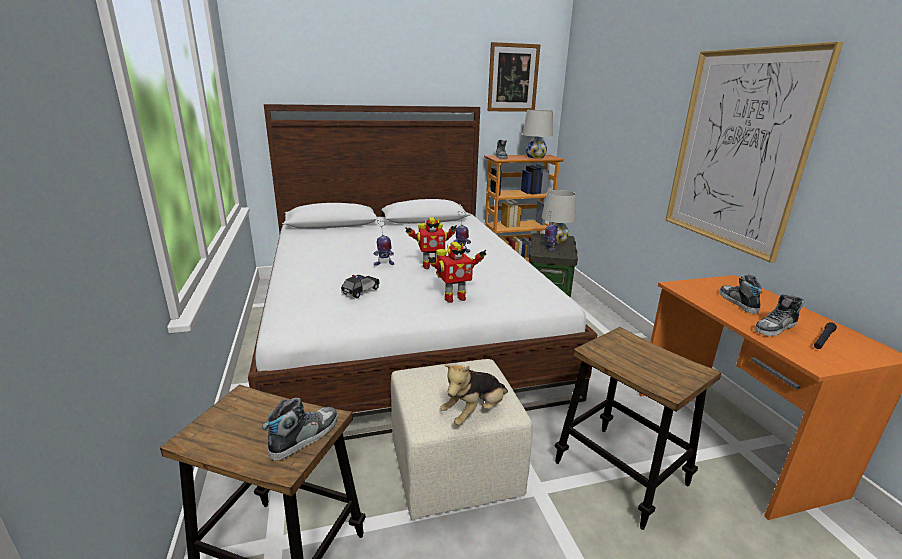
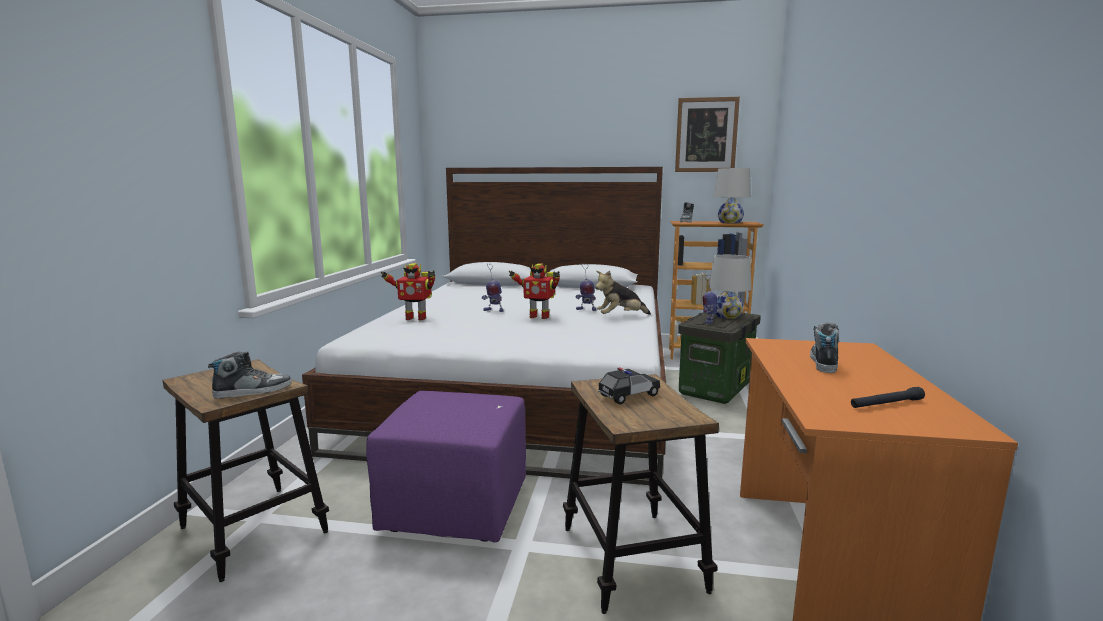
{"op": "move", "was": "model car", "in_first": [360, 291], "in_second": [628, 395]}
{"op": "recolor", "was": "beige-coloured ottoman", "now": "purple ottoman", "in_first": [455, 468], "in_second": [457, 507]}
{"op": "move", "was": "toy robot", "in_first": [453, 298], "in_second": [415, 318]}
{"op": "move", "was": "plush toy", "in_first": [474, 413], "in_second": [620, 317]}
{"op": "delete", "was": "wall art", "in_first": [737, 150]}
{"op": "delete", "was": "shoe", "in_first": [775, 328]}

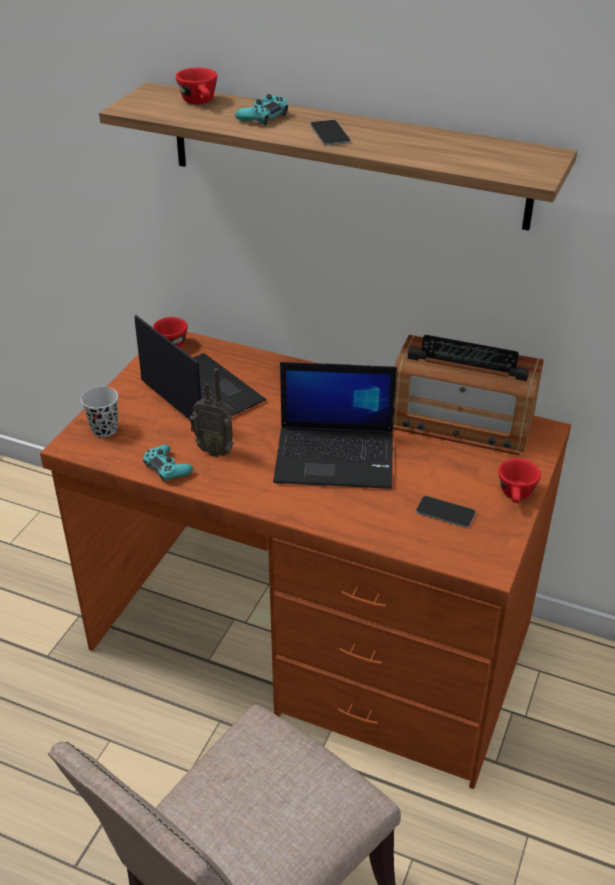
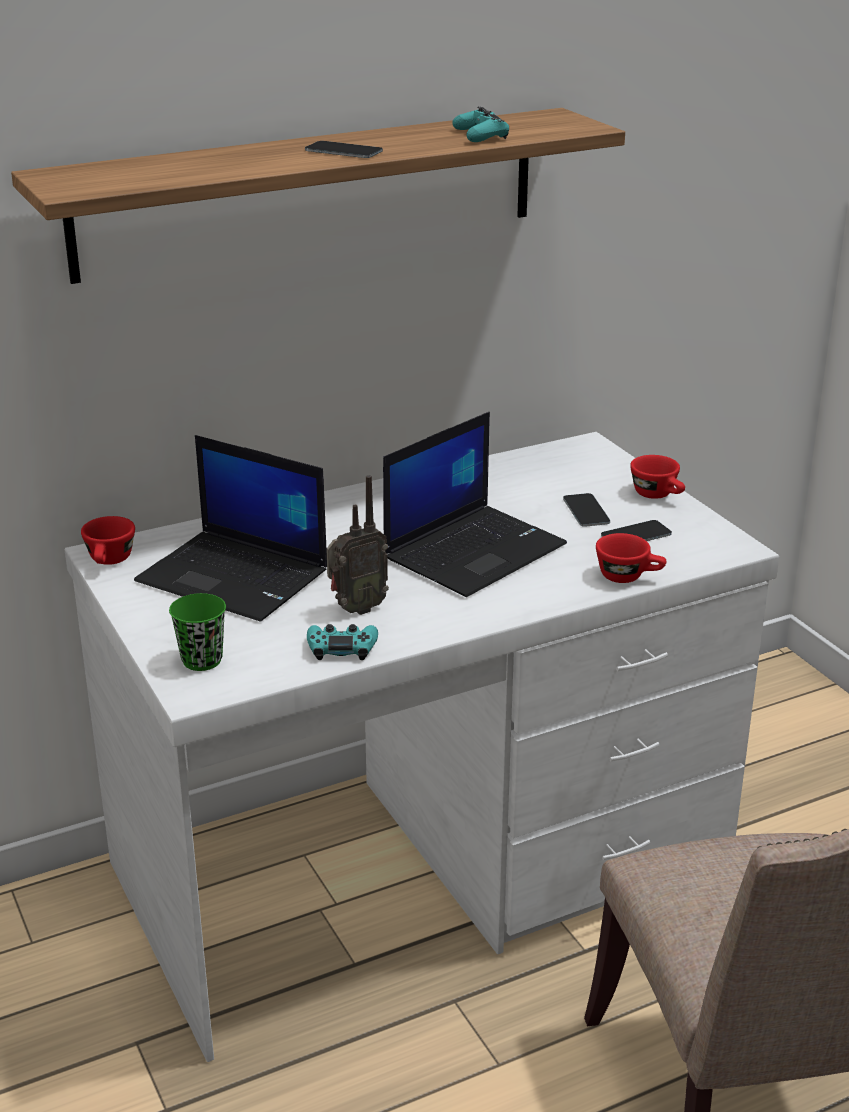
{"op": "recolor", "was": "brown-coloured desk", "now": "white-coloured desk", "in_first": [311, 639], "in_second": [423, 867]}
{"op": "recolor", "was": "black-coloured drinking cup", "now": "green drinking cup", "in_first": [104, 429], "in_second": [202, 660]}
{"op": "rotate", "was": "notebook computer", "in_first": [200, 392], "in_second": [236, 576], "clockwise": -150}
{"op": "move", "was": "red-coloured drinking cup", "in_first": [200, 102], "in_second": [629, 576]}
{"op": "move", "was": "turquoise game controller", "in_first": [263, 117], "in_second": [480, 135]}
{"op": "delete", "was": "radio", "in_first": [461, 423]}
{"op": "insert", "now": "phone", "in_second": [586, 511]}

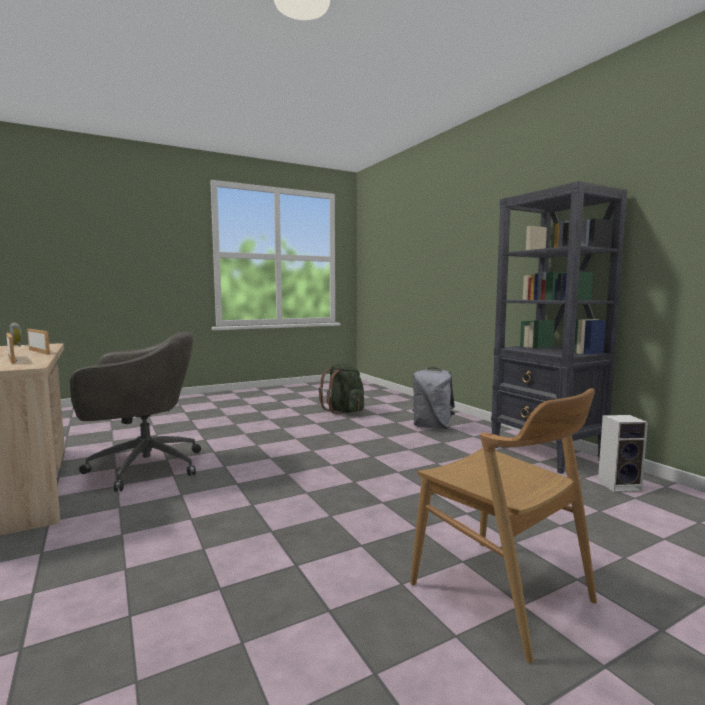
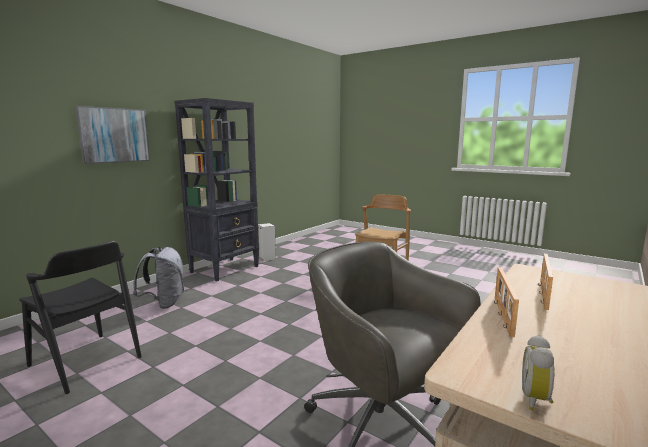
{"op": "replace", "was": "green backpack", "now": "black-coloured chair", "in_first": [344, 411], "in_second": [85, 362]}
{"op": "insert", "now": "wall art", "in_second": [114, 135]}

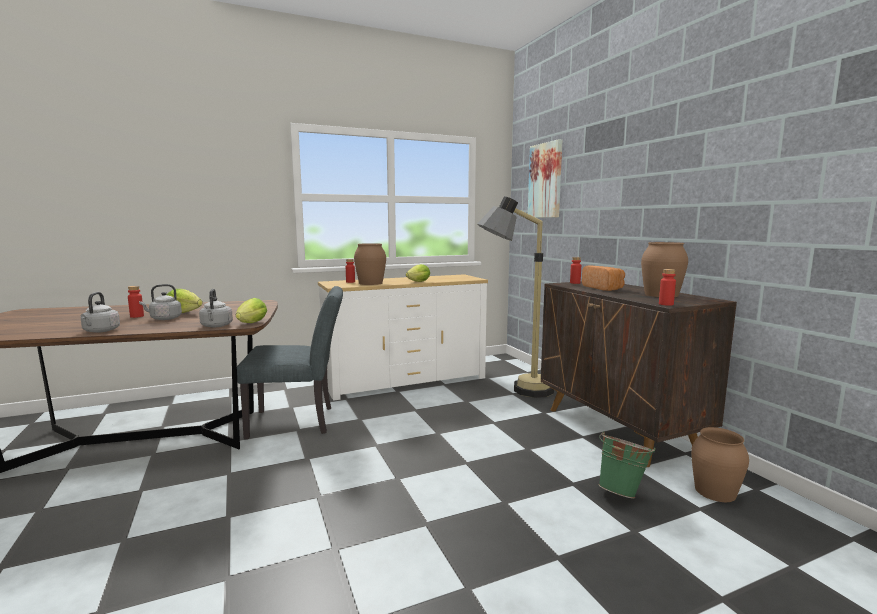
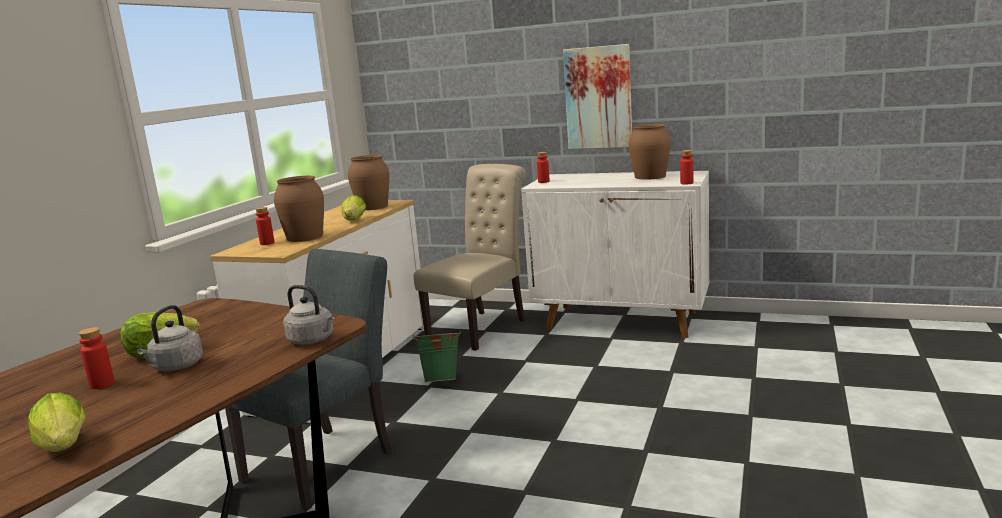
{"op": "delete", "was": "grey kettle", "in_first": [100, 331]}
{"op": "move", "was": "lettuce", "in_first": [250, 324], "in_second": [65, 449]}
{"op": "replace", "was": "standing lamp", "now": "beige-coloured chair", "in_first": [515, 391], "in_second": [482, 327]}
{"op": "move", "was": "wall art", "in_first": [545, 180], "in_second": [598, 97]}
{"op": "recolor", "was": "brown-coloured storage cabinet", "now": "white-coloured storage cabinet", "in_first": [619, 429], "in_second": [622, 321]}
{"op": "delete", "was": "baked bread", "in_first": [603, 288]}
{"op": "move", "was": "green water bucket", "in_first": [622, 492], "in_second": [442, 380]}
{"op": "move", "was": "brown-coloured vase", "in_first": [715, 492], "in_second": [373, 207]}

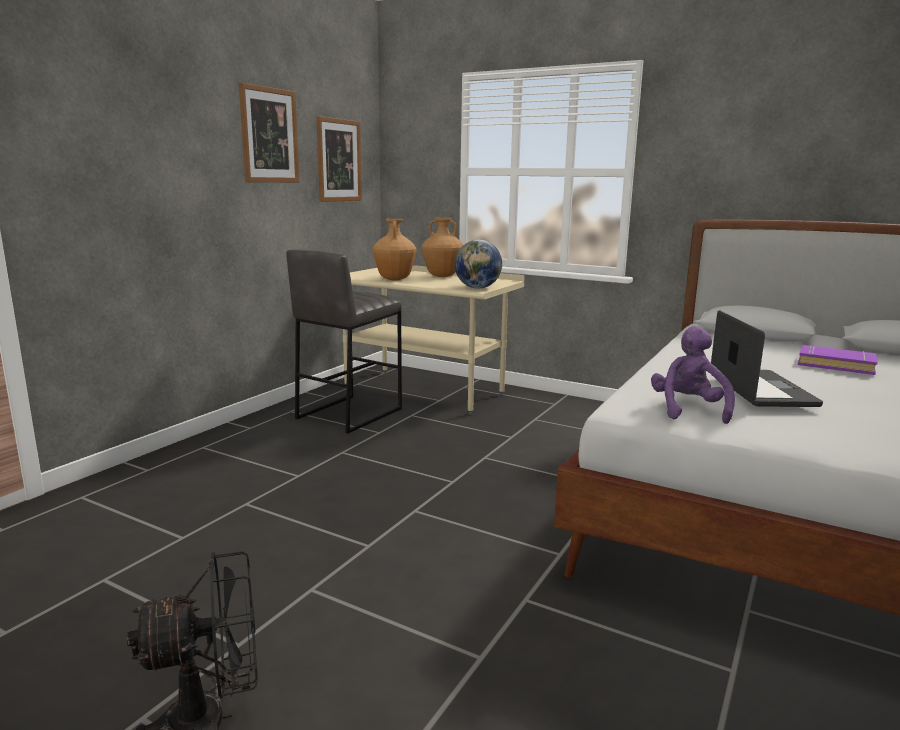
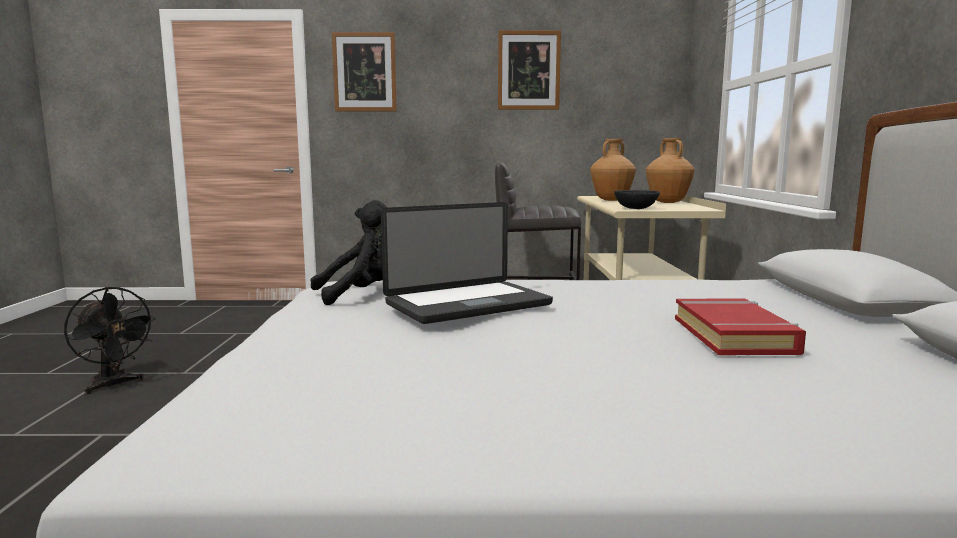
{"op": "move", "was": "wall art", "in_first": [339, 160], "in_second": [364, 72]}
{"op": "replace", "was": "desk globe", "now": "black-coloured serving bowl", "in_first": [478, 288], "in_second": [636, 208]}
{"op": "recolor", "was": "purple plush toy", "now": "black-coloured plush toy", "in_first": [688, 410], "in_second": [361, 294]}
{"op": "recolor", "was": "purple volume", "now": "red-coloured volume", "in_first": [835, 365], "in_second": [734, 335]}

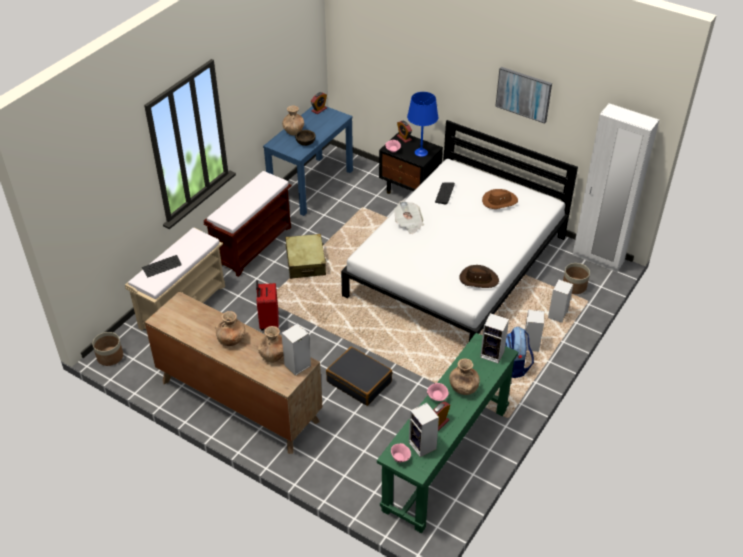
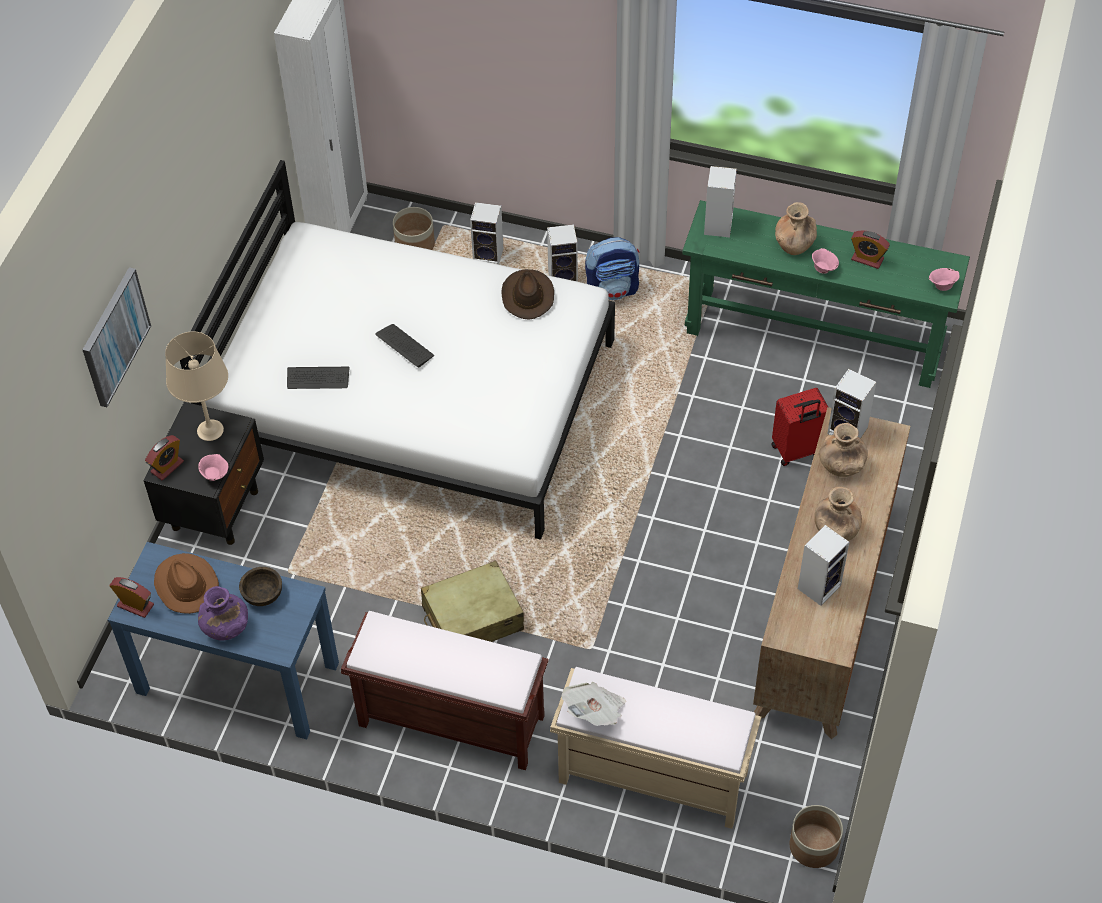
{"op": "move", "was": "computer keyboard", "in_first": [162, 267], "in_second": [405, 346]}
{"op": "move", "was": "red-coloured travel case", "in_first": [268, 322], "in_second": [797, 451]}
{"op": "recolor", "was": "brown-coloured vase", "now": "purple vase", "in_first": [293, 131], "in_second": [226, 628]}
{"op": "delete", "was": "black-coloured travel case", "in_first": [359, 381]}
{"op": "move", "was": "daily paper", "in_first": [408, 223], "in_second": [595, 711]}
{"op": "recolor", "was": "blue-coloured tabletop lamp", "now": "beige-coloured tabletop lamp", "in_first": [421, 152], "in_second": [210, 430]}
{"op": "move", "was": "loudspeaker", "in_first": [423, 446], "in_second": [819, 585]}
{"op": "move", "was": "brown-coloured hat", "in_first": [499, 201], "in_second": [185, 585]}
{"op": "move", "was": "wall art", "in_first": [523, 94], "in_second": [114, 336]}

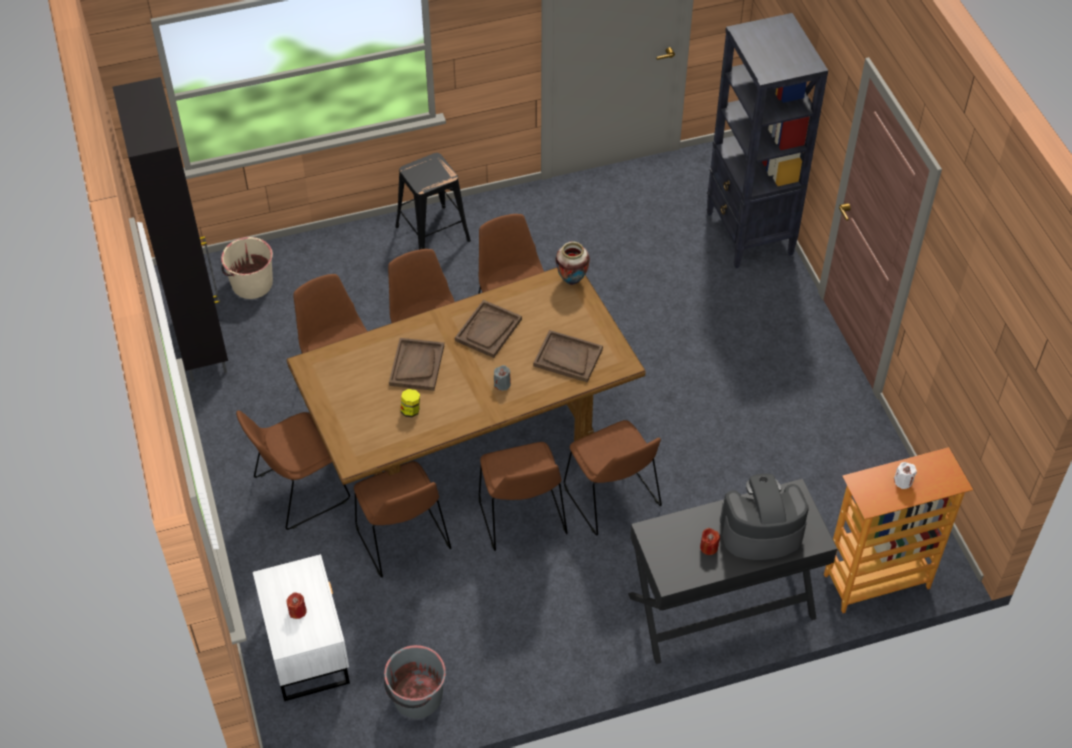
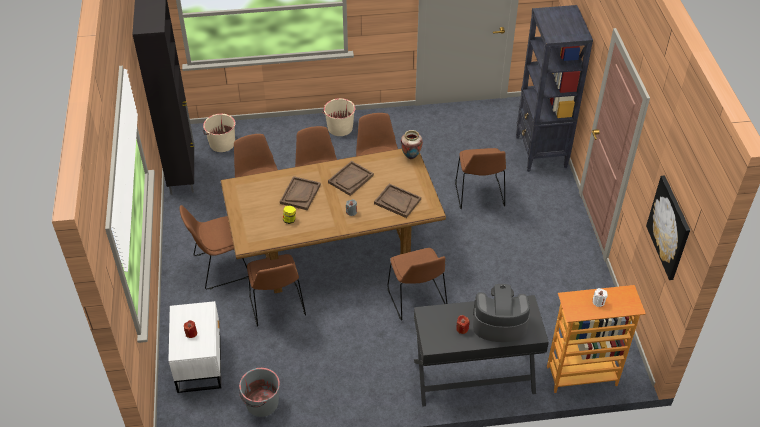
{"op": "replace", "was": "black-coloured sitting stool", "now": "beige-coloured water bucket", "in_first": [432, 233], "in_second": [340, 128]}
{"op": "move", "was": "brown-coloured chair", "in_first": [522, 518], "in_second": [479, 195]}
{"op": "insert", "now": "wall art", "in_second": [669, 227]}

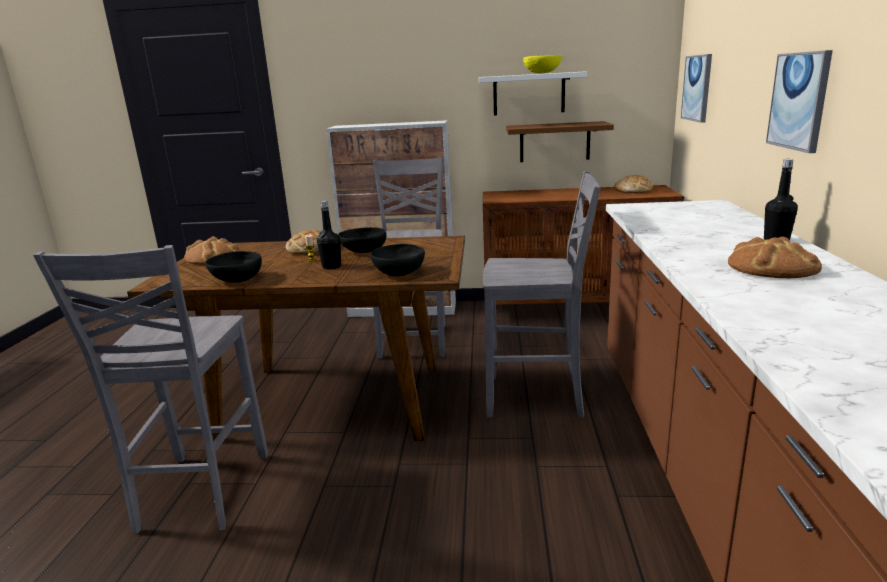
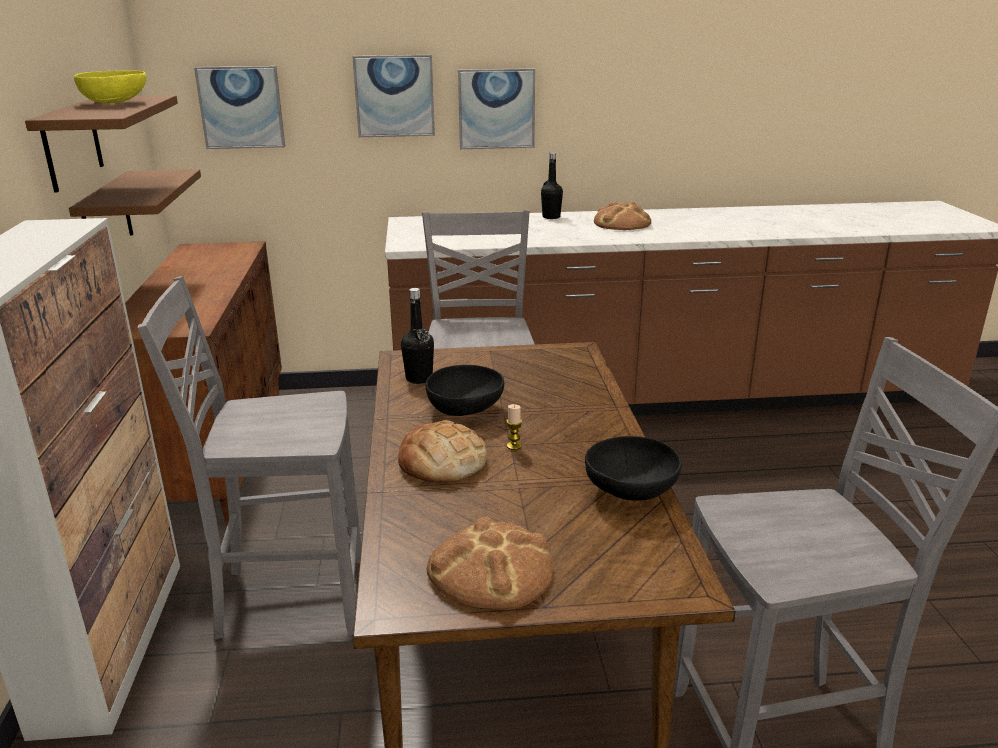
{"op": "move", "was": "black-coloured beverage bottle", "in_first": [331, 266], "in_second": [419, 378]}
{"op": "delete", "was": "black-coloured serving bowl", "in_first": [398, 273]}
{"op": "recolor", "was": "white-coloured shelf", "now": "brown-coloured shelf", "in_first": [528, 94], "in_second": [72, 143]}
{"op": "delete", "was": "baked bread", "in_first": [633, 190]}
{"op": "insert", "now": "wall art", "in_second": [394, 96]}

